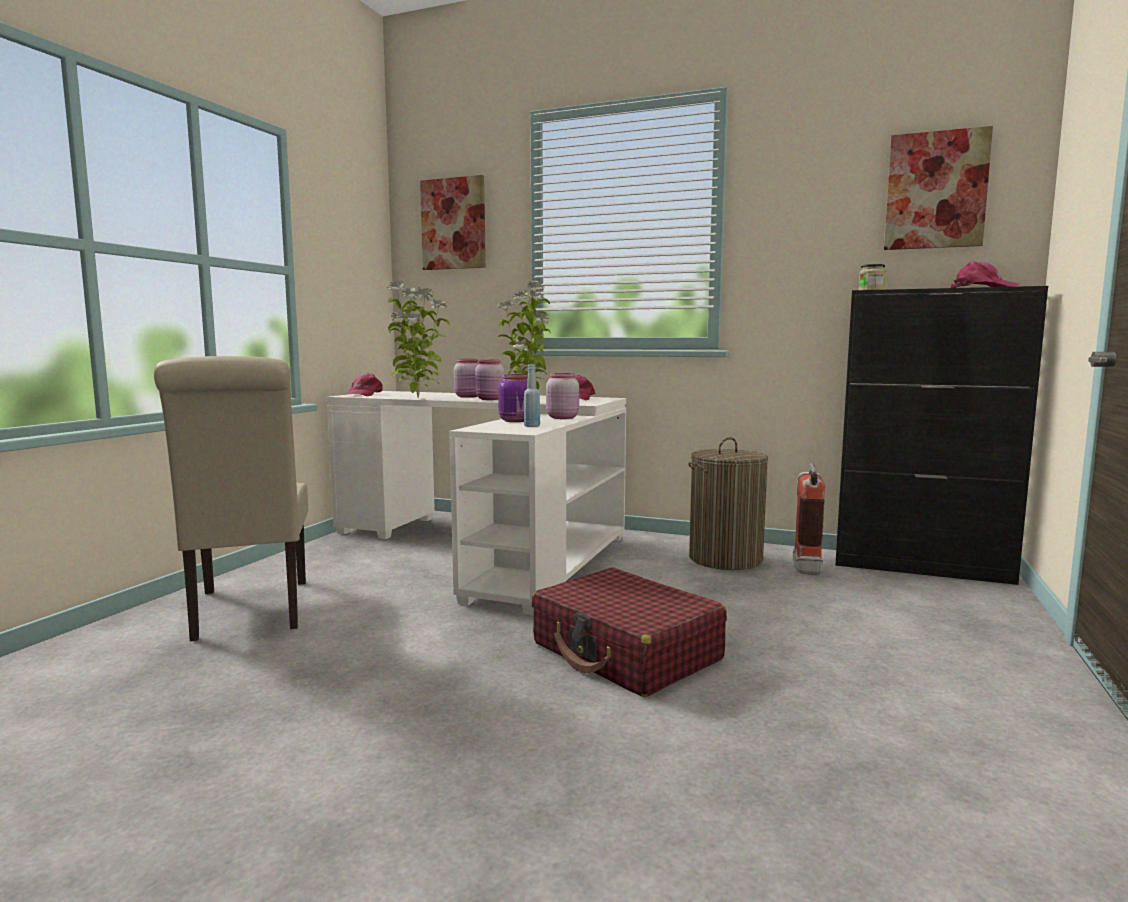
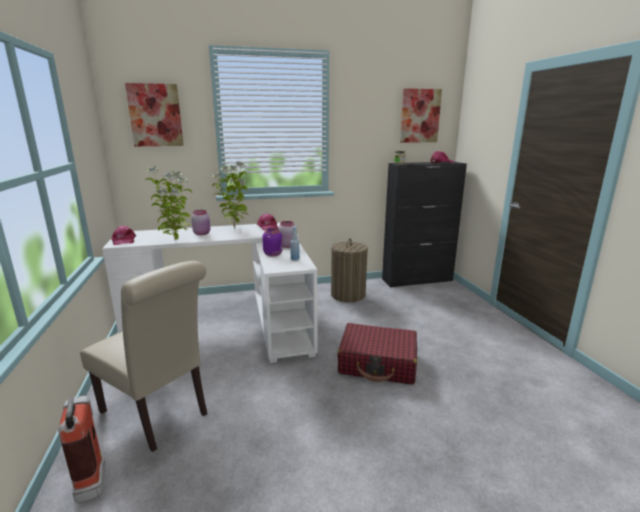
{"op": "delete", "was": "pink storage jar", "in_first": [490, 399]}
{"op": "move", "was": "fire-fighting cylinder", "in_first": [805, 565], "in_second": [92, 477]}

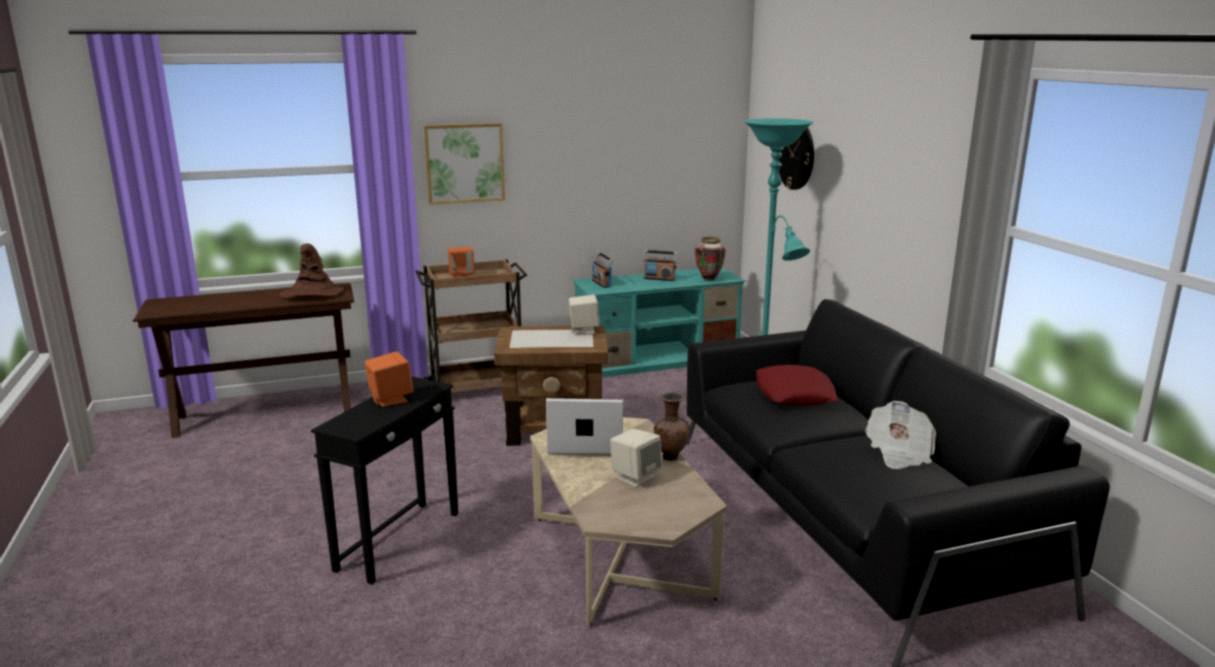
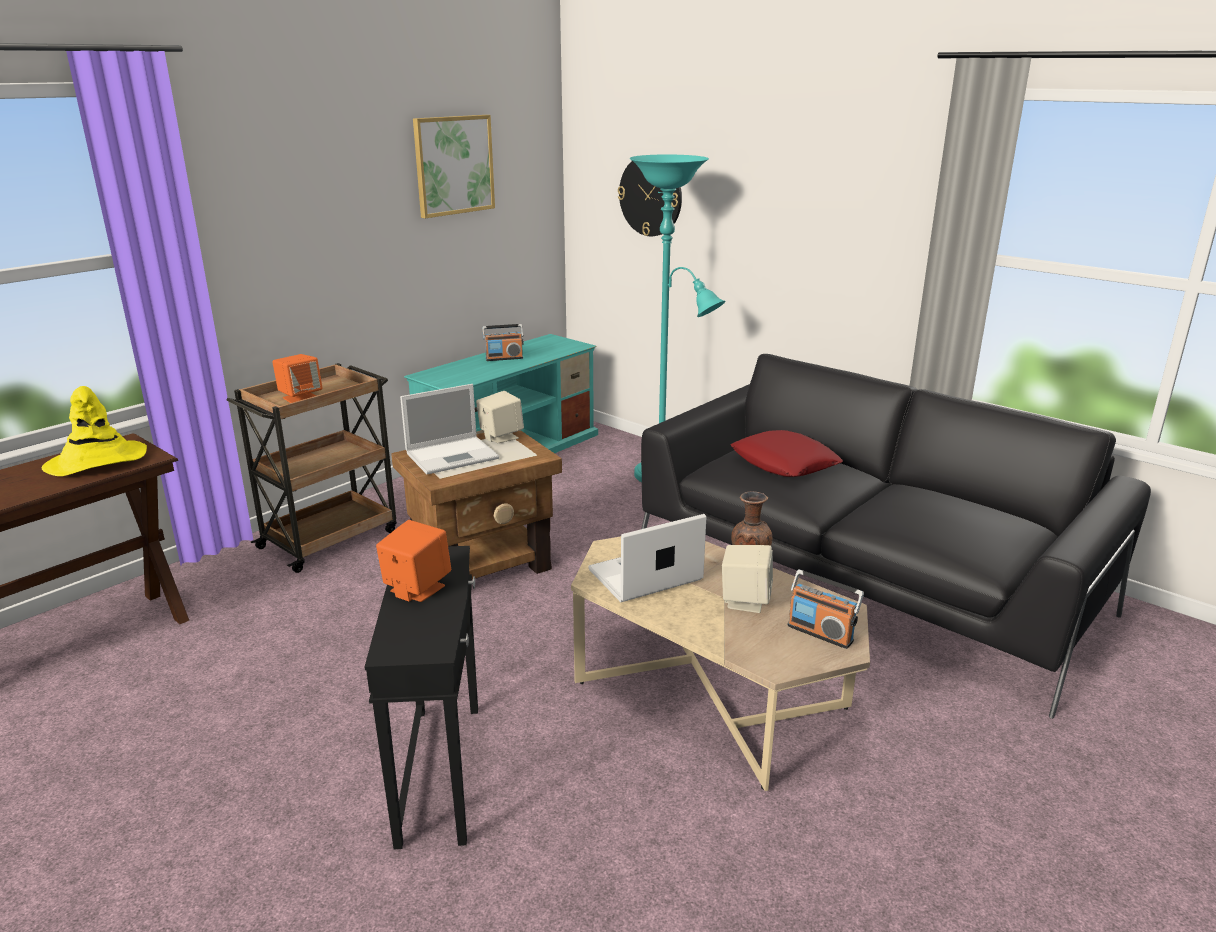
{"op": "recolor", "was": "brown-coloured hat", "now": "yellow-coloured hat", "in_first": [312, 294], "in_second": [97, 461]}
{"op": "move", "was": "wall art", "in_first": [464, 163], "in_second": [453, 165]}
{"op": "move", "was": "radio", "in_first": [601, 283], "in_second": [820, 633]}
{"op": "delete", "was": "vase", "in_first": [709, 279]}
{"op": "delete", "was": "daily paper", "in_first": [898, 453]}
{"op": "insert", "now": "notebook computer", "in_second": [453, 455]}

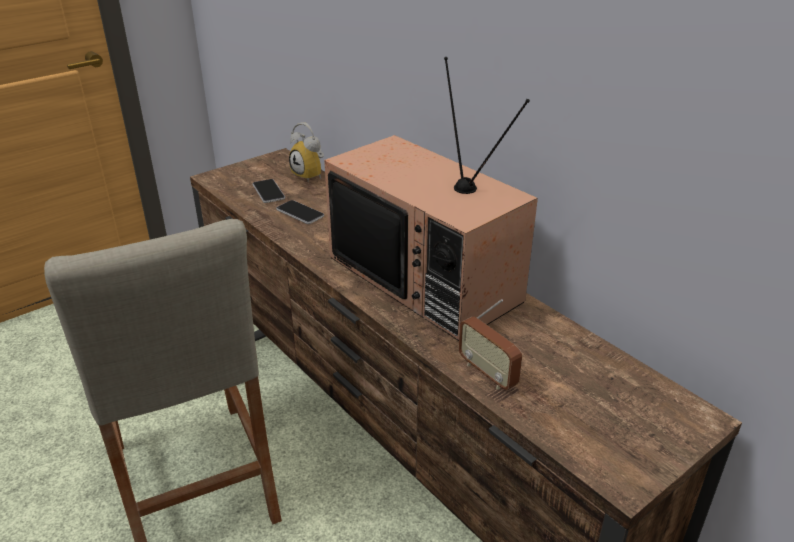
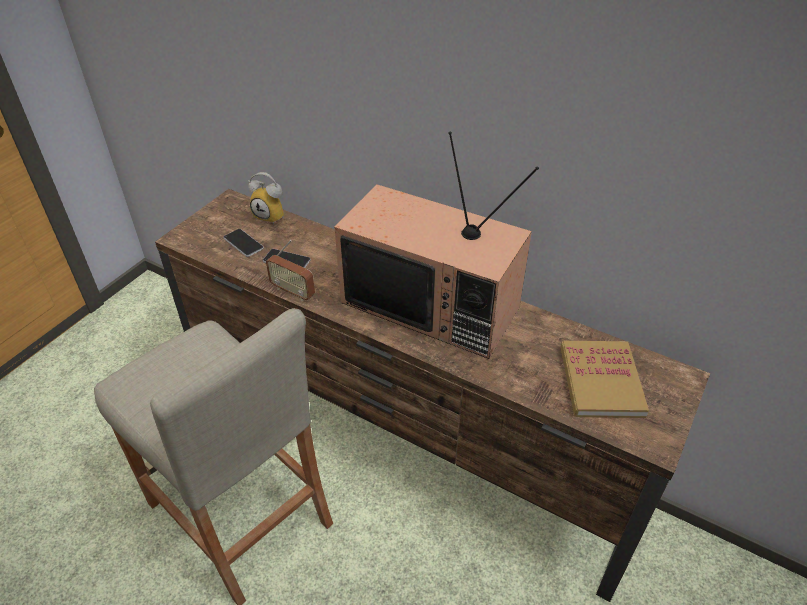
{"op": "move", "was": "radio", "in_first": [487, 373], "in_second": [293, 291]}
{"op": "insert", "now": "volume", "in_second": [601, 381]}

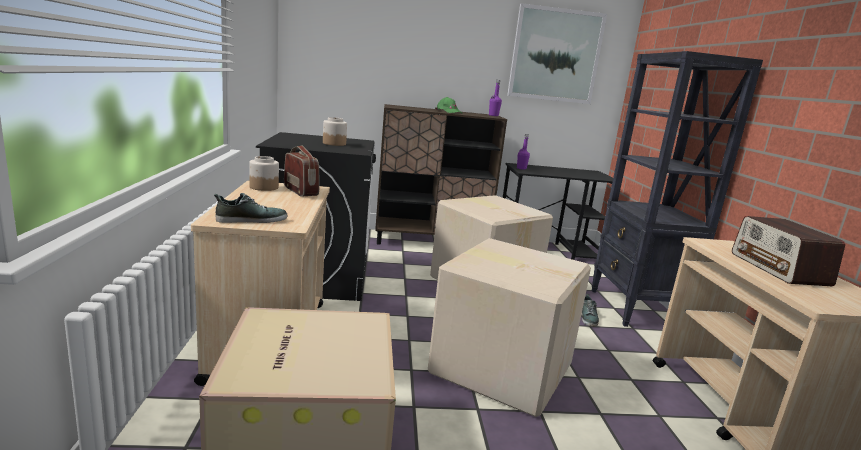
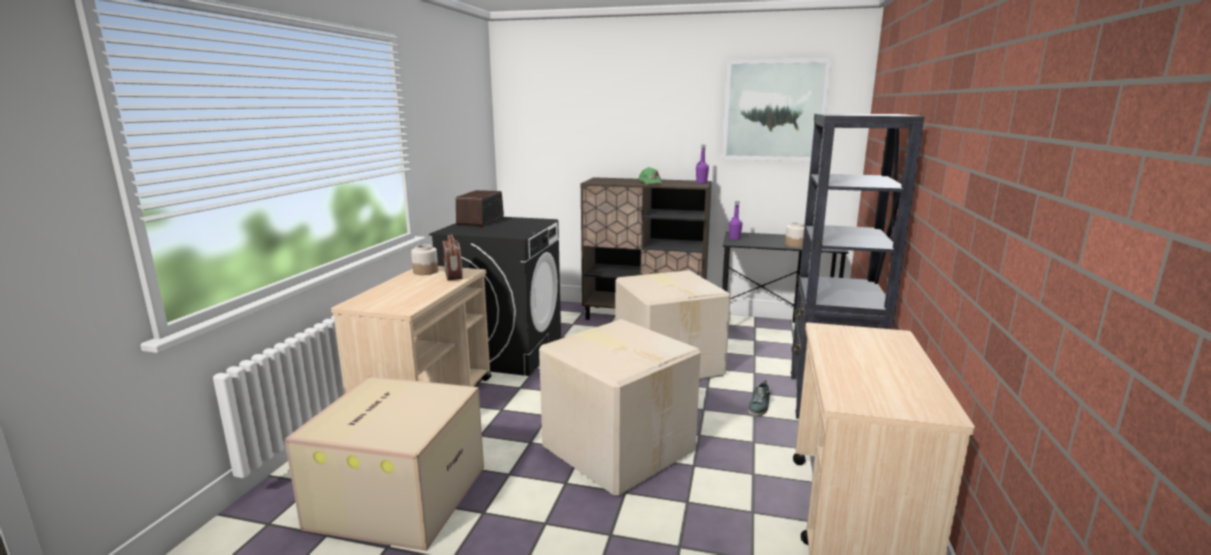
{"op": "delete", "was": "shoe", "in_first": [251, 220]}
{"op": "move", "was": "storage jar", "in_first": [334, 143], "in_second": [795, 245]}
{"op": "move", "was": "radio", "in_first": [778, 269], "in_second": [480, 221]}

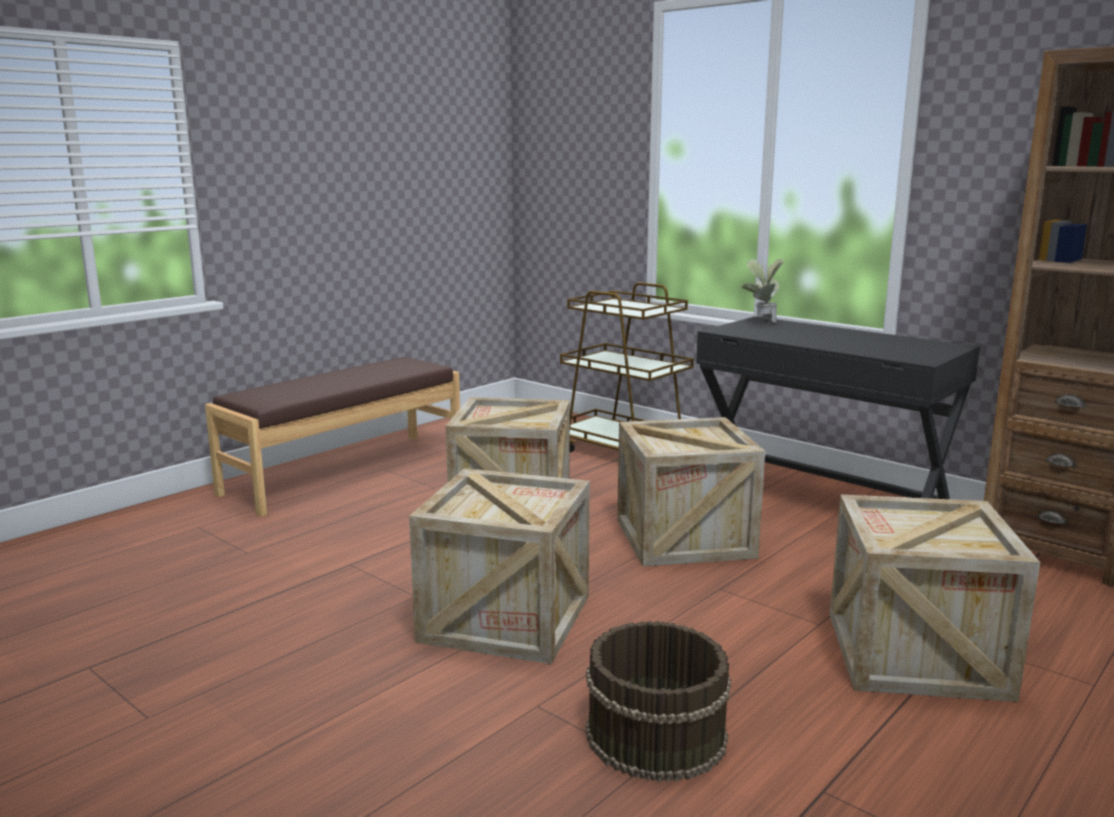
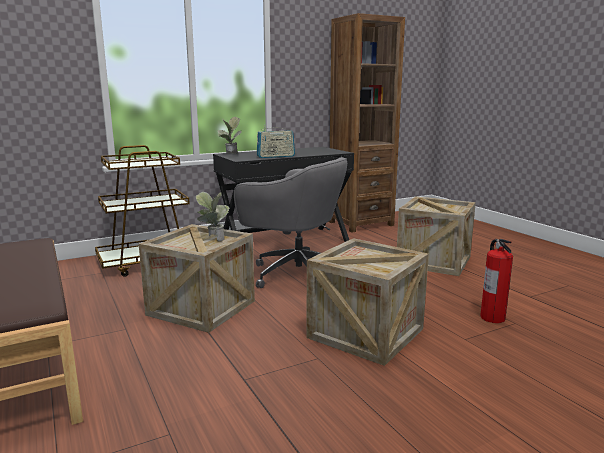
{"op": "replace", "was": "brown-coloured water bucket", "now": "fire-fighting cylinder", "in_first": [654, 735], "in_second": [492, 317]}
{"op": "replace", "was": "shipping crate", "now": "grey office chair", "in_first": [684, 538], "in_second": [295, 274]}
{"op": "insert", "now": "houseplant", "in_second": [213, 239]}
{"op": "insert", "now": "radio", "in_second": [275, 156]}

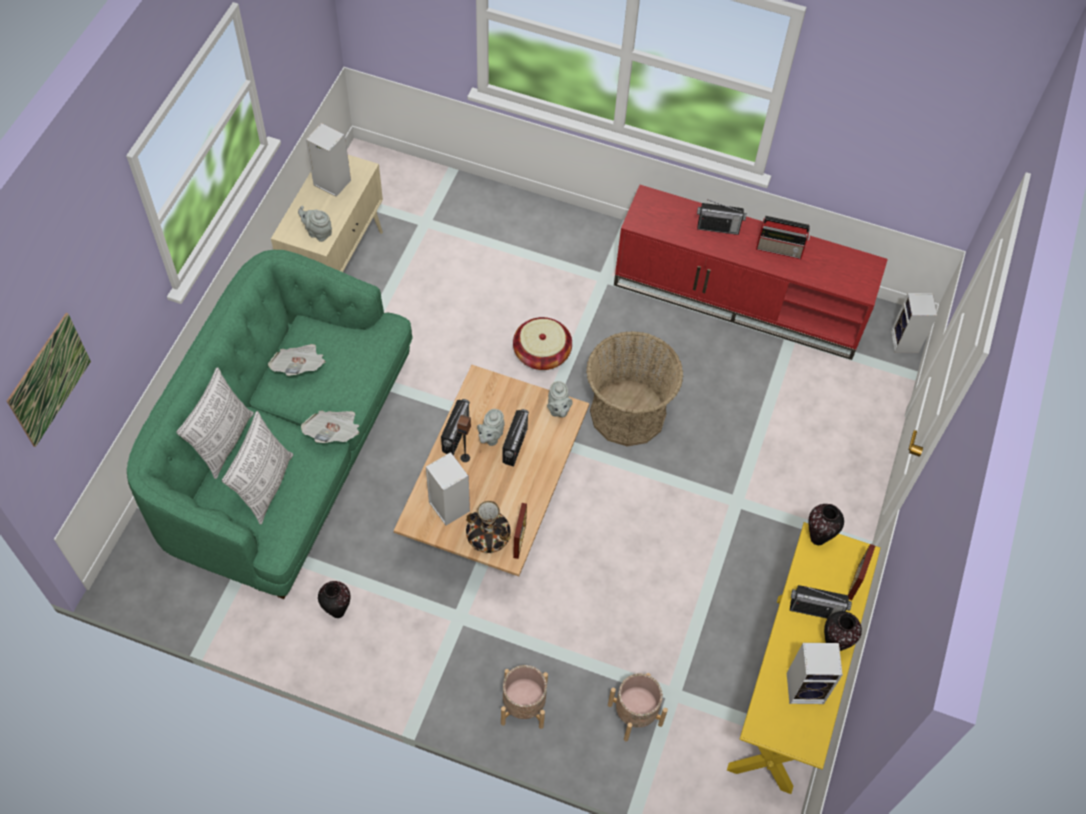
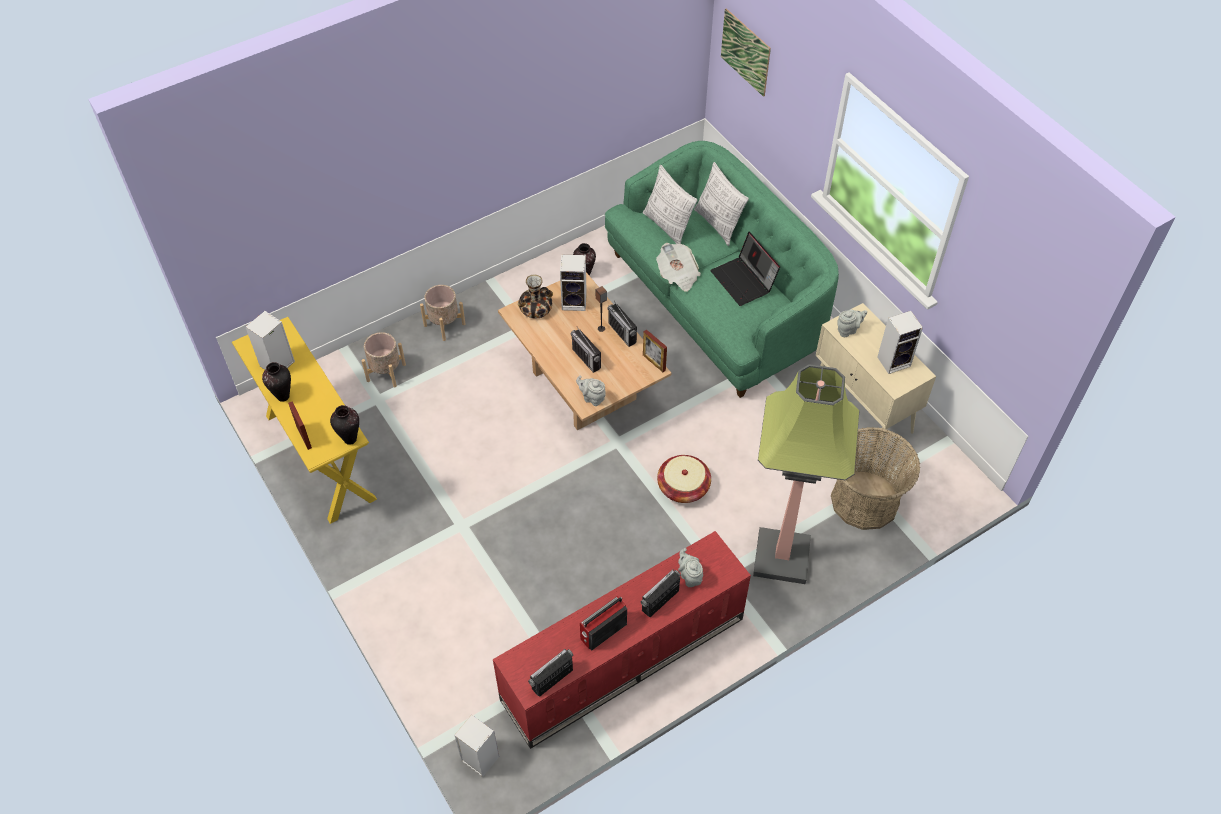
{"op": "replace", "was": "daily paper", "now": "notebook computer", "in_first": [300, 367], "in_second": [744, 281]}
{"op": "move", "was": "grey pot for tea", "in_first": [491, 437], "in_second": [689, 576]}
{"op": "move", "was": "standing frame", "in_first": [519, 541], "in_second": [654, 362]}
{"op": "move", "was": "storage basket", "in_first": [628, 413], "in_second": [864, 500]}
{"op": "move", "was": "radio", "in_first": [815, 610], "in_second": [552, 679]}
{"op": "insert", "now": "standing lamp", "in_second": [782, 556]}

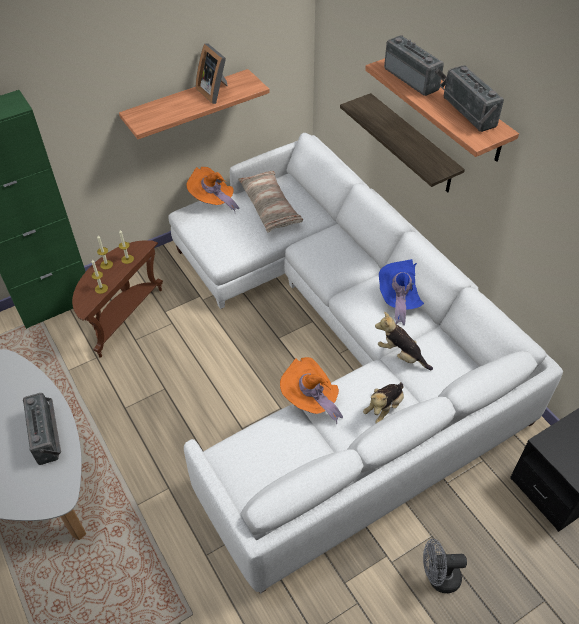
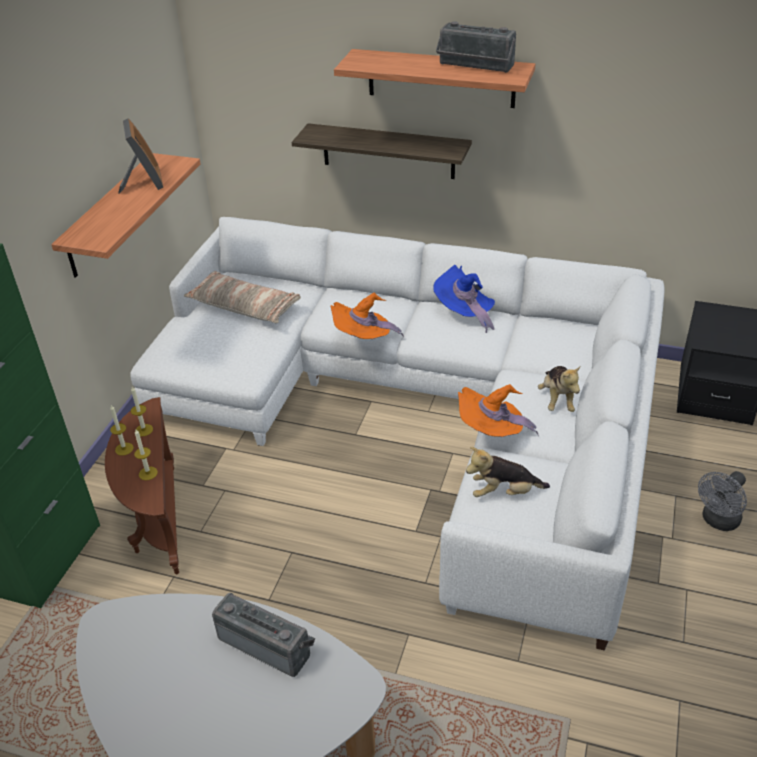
{"op": "move", "was": "orange-coloured hat", "in_first": [213, 201], "in_second": [363, 339]}
{"op": "rotate", "was": "standing frame", "in_first": [215, 92], "in_second": [143, 183], "clockwise": -120}
{"op": "move", "was": "plush toy", "in_first": [401, 355], "in_second": [504, 492]}
{"op": "delete", "was": "radio", "in_first": [414, 78]}

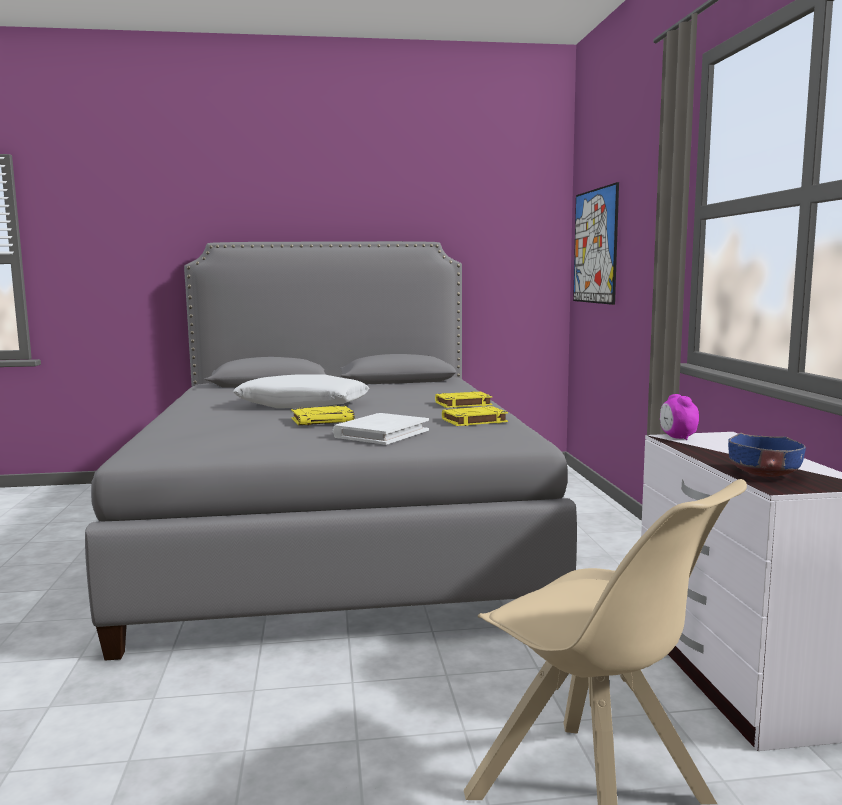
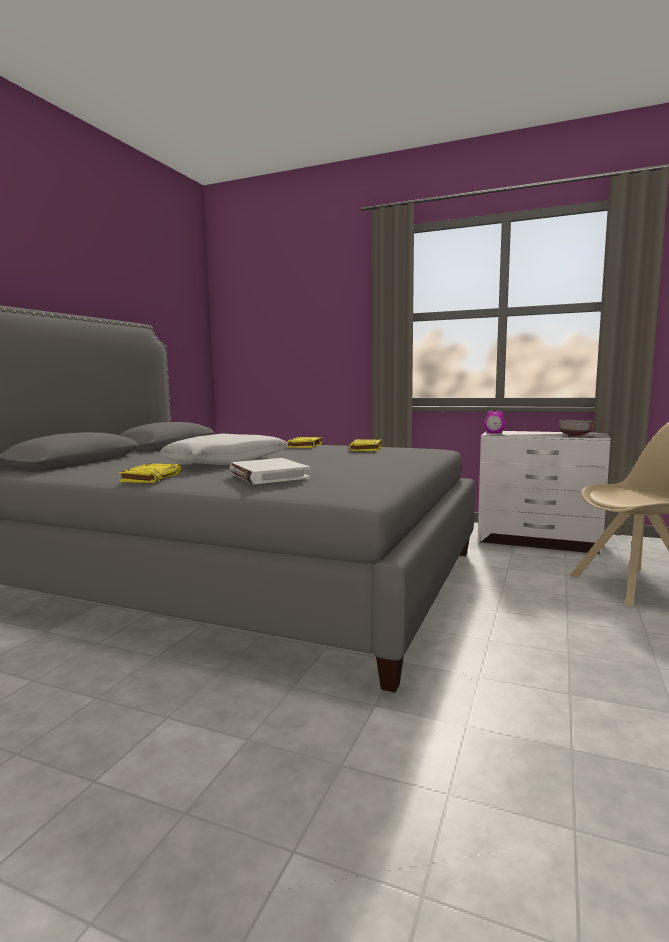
{"op": "move", "was": "yellow-coloured volume", "in_first": [323, 420], "in_second": [151, 477]}
{"op": "move", "was": "white-coloured volume", "in_first": [381, 433], "in_second": [268, 475]}
{"op": "delete", "was": "wall art", "in_first": [595, 246]}
{"op": "recolor", "was": "blue-coloured serving bowl", "now": "grey serving bowl", "in_first": [763, 474], "in_second": [575, 435]}

